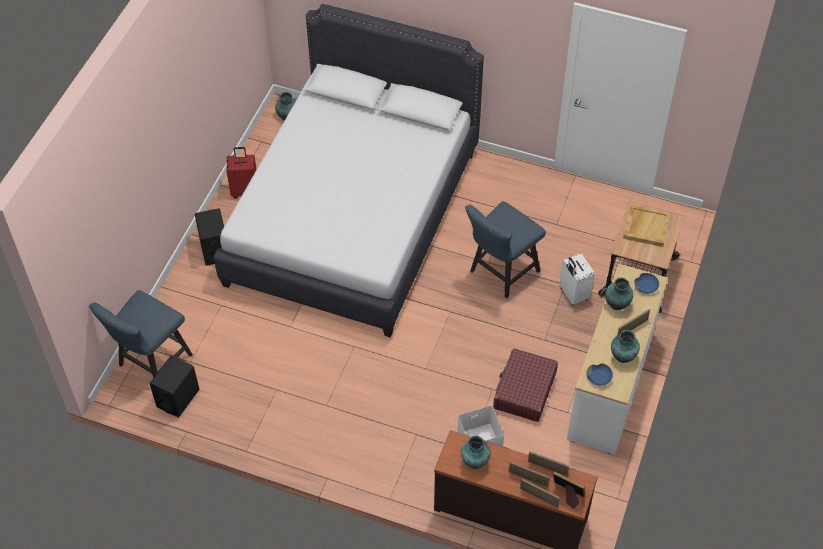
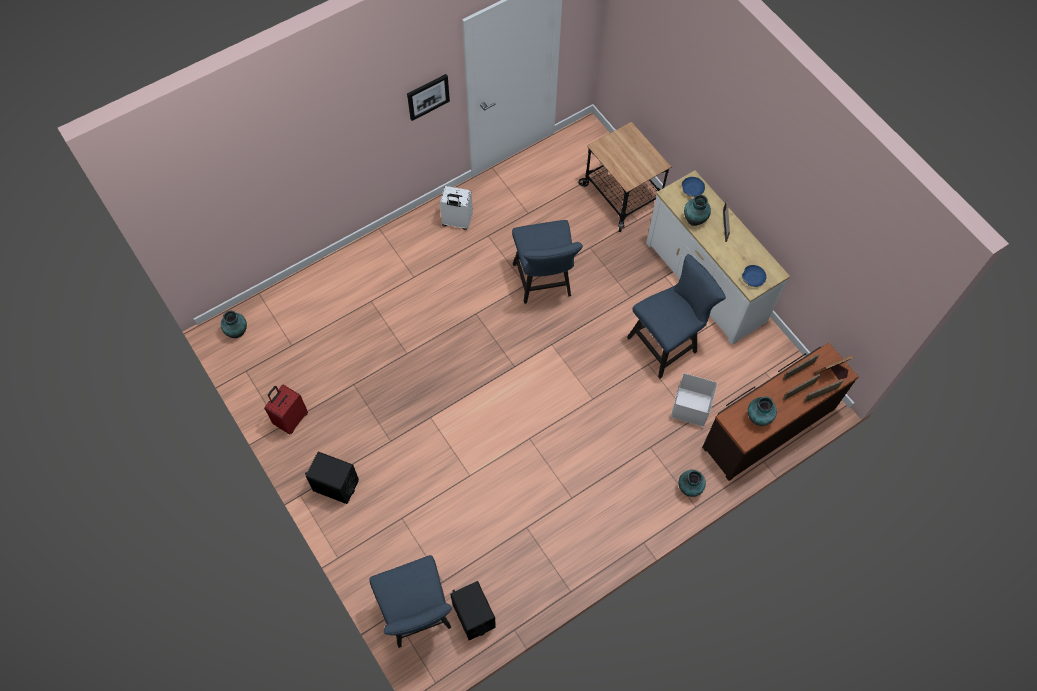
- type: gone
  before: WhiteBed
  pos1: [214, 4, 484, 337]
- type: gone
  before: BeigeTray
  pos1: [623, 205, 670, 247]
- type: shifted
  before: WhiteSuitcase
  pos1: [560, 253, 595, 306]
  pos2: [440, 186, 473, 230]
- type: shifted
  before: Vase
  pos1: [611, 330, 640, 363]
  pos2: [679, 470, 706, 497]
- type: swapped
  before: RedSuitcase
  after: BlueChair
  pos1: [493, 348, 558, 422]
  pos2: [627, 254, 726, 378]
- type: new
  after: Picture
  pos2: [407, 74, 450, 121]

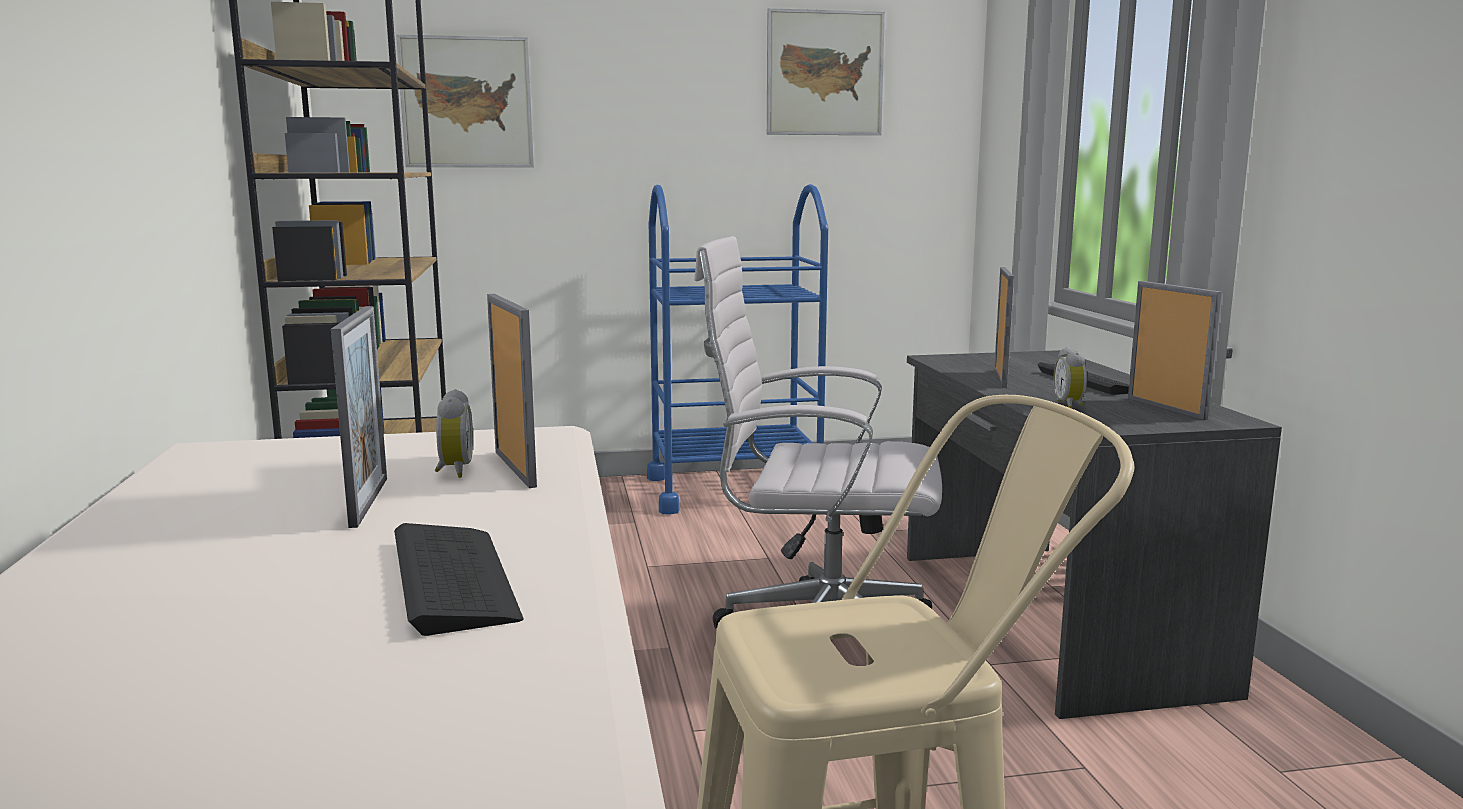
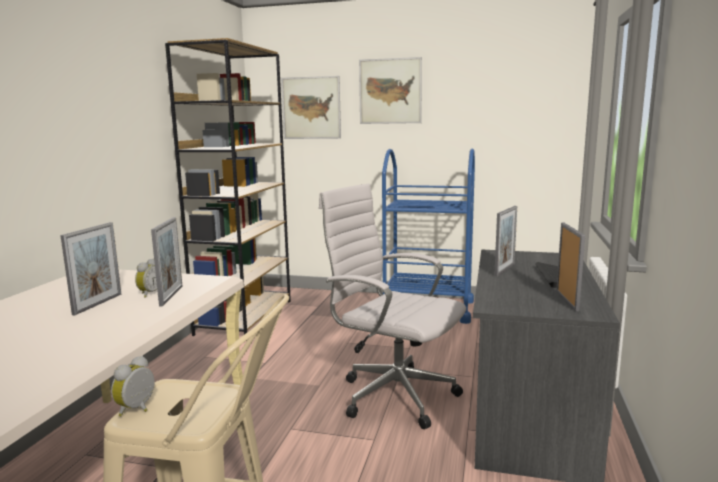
- type: shifted
  before: Picture
  pos1: [767, 8, 885, 135]
  pos2: [359, 57, 422, 124]
- type: shifted
  before: AlarmClock
  pos1: [1053, 347, 1087, 408]
  pos2: [111, 356, 155, 416]
- type: gone
  before: Keyboard
  pos1: [394, 523, 523, 636]

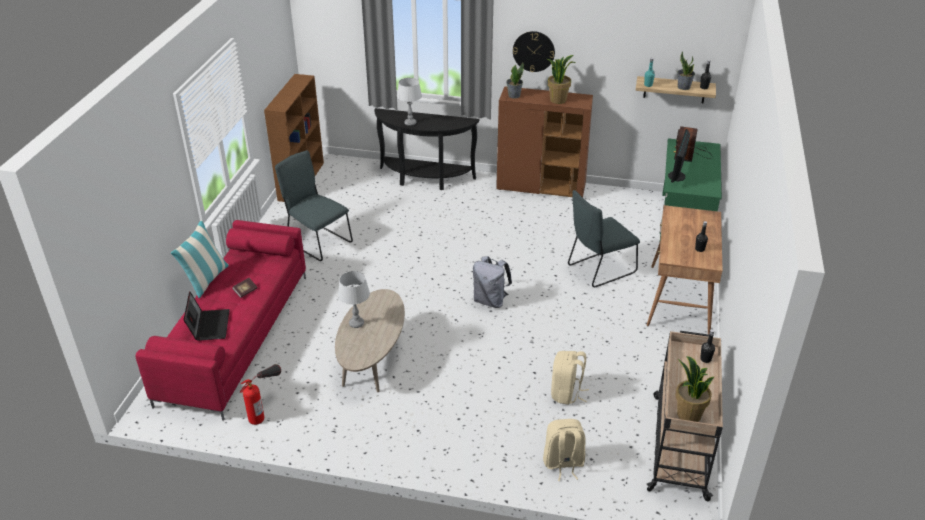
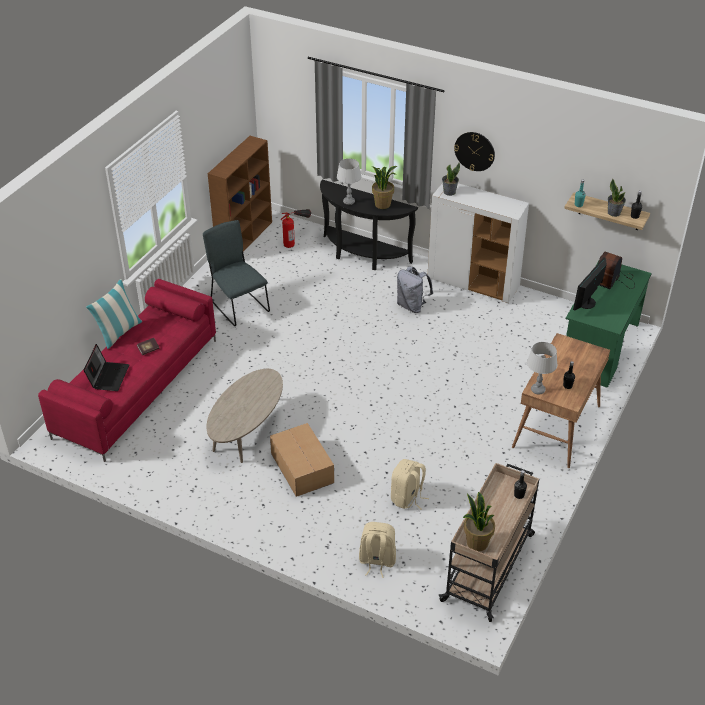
- type: shifted
  before: PottedPlant
  pos1: [547, 55, 575, 104]
  pos2: [372, 166, 397, 209]
- type: repainted
  before: BrownCabinet
  after: WhiteCabinet
  pos1: [496, 86, 593, 197]
  pos2: [428, 183, 529, 303]
- type: gone
  before: GreyChair
  pos1: [568, 190, 640, 287]
- type: shifted
  before: GreyBackpack
  pos1: [473, 256, 512, 308]
  pos2: [397, 267, 433, 313]
- type: shifted
  before: GreyTableLamp
  pos1: [338, 271, 370, 328]
  pos2: [527, 342, 557, 395]
- type: shifted
  before: FireExtinguisher
  pos1: [240, 364, 281, 425]
  pos2: [280, 209, 311, 248]
- type: new
  after: CardboardBox
  pos2: [270, 423, 334, 497]

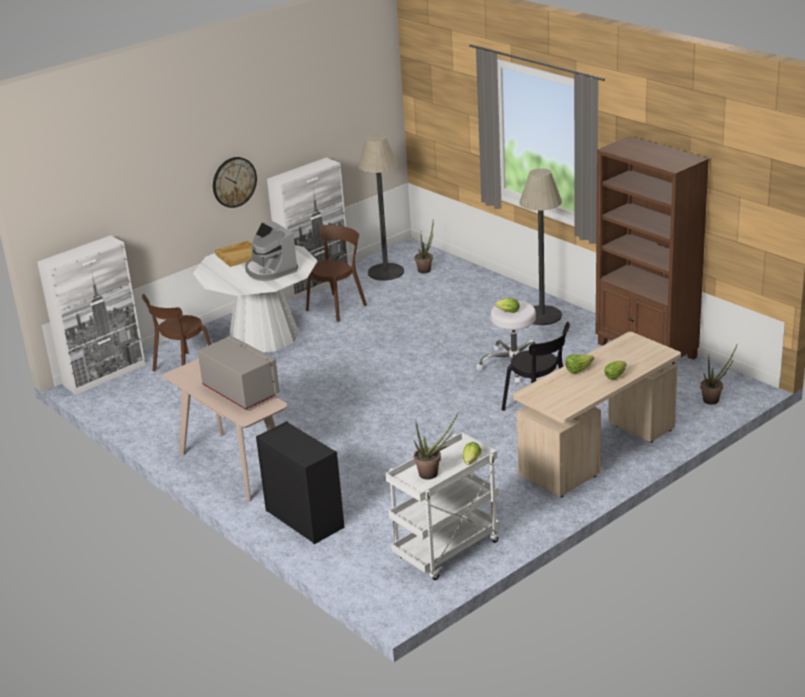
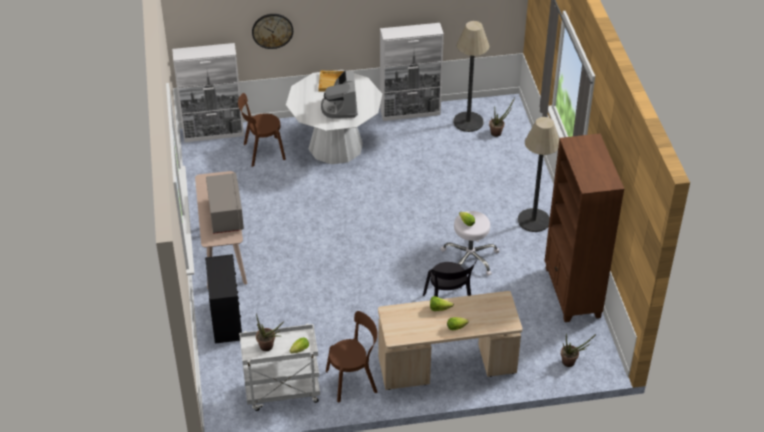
- type: shifted
  before: WallClock
  pos1: [213, 157, 257, 208]
  pos2: [252, 14, 293, 49]
- type: shifted
  before: BrownChair
  pos1: [306, 225, 367, 322]
  pos2: [326, 311, 378, 403]

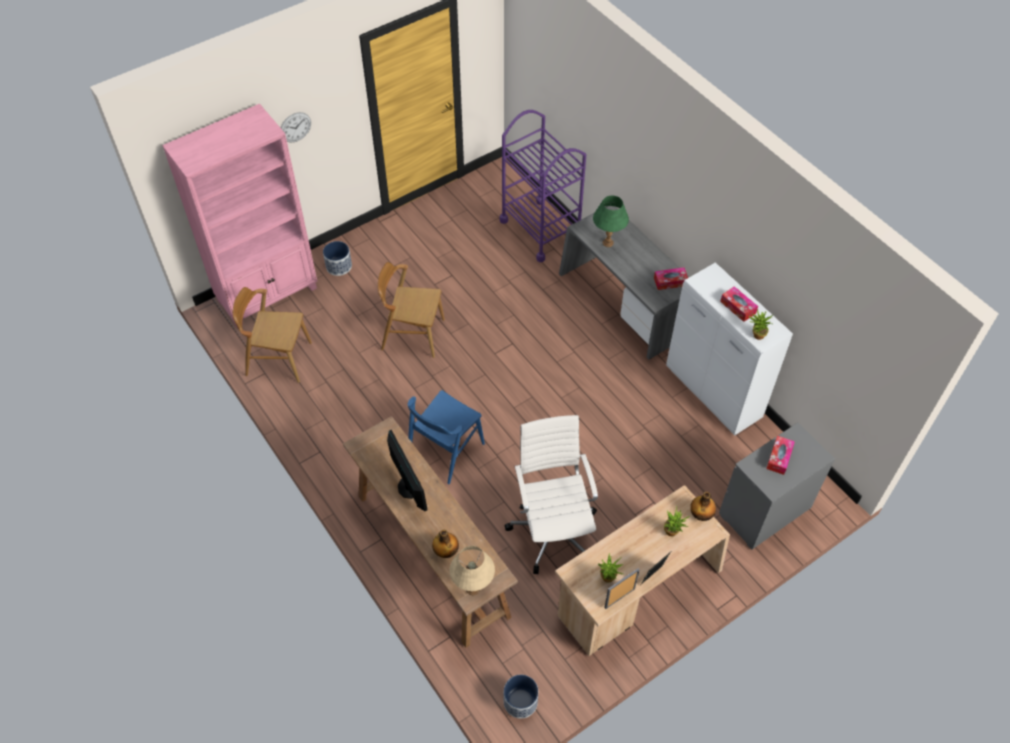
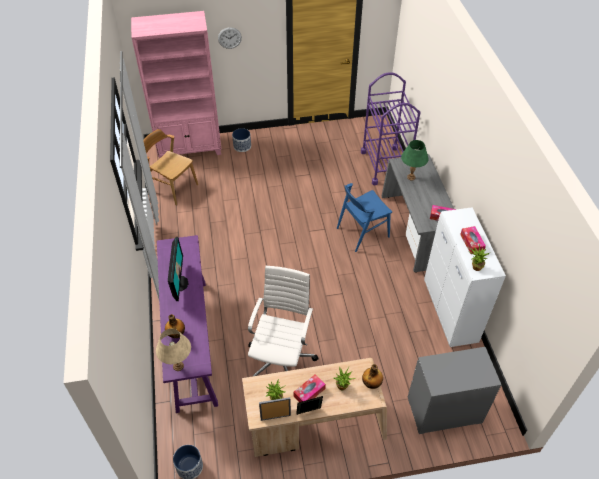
- type: gone
  before: BrownChair
  pos1: [378, 262, 445, 358]
- type: shifted
  before: BlueChair
  pos1: [408, 390, 485, 484]
  pos2: [337, 183, 392, 252]
- type: repainted
  before: BrownConsoleTable
  after: PurpleConsoleTable
  pos1: [343, 416, 518, 648]
  pos2: [157, 235, 218, 413]
- type: shifted
  before: TissueBox
  pos1: [766, 436, 795, 475]
  pos2: [294, 374, 326, 402]

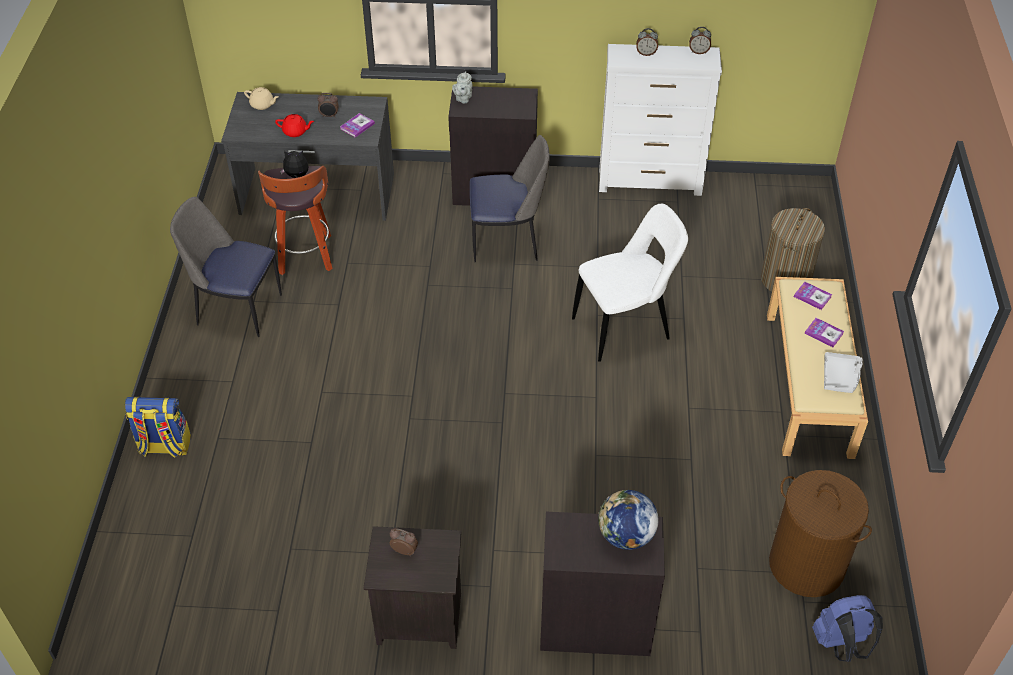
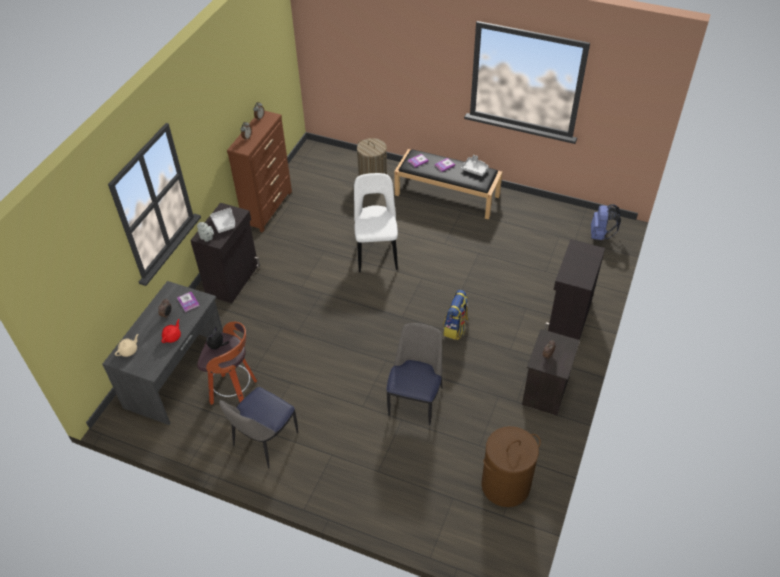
- type: repainted
  before: WhiteDresser
  after: BrownDresser
  pos1: [599, 44, 722, 196]
  pos2: [227, 111, 292, 233]
- type: shifted
  before: Chair
  pos1: [470, 135, 550, 262]
  pos2: [386, 323, 442, 426]
- type: repainted
  before: BeigeBench
  after: BlackBench
  pos1: [767, 277, 868, 459]
  pos2: [394, 149, 502, 220]
- type: shifted
  before: Backpack
  pos1: [125, 396, 191, 458]
  pos2: [443, 290, 469, 340]
- type: shifted
  before: BrownLaundryBasket
  pos1: [769, 470, 872, 597]
  pos2: [481, 426, 541, 507]
- type: gone
  before: Globe
  pos1: [598, 490, 659, 550]
- type: new
  after: GreyTray
  pos2: [210, 208, 235, 233]

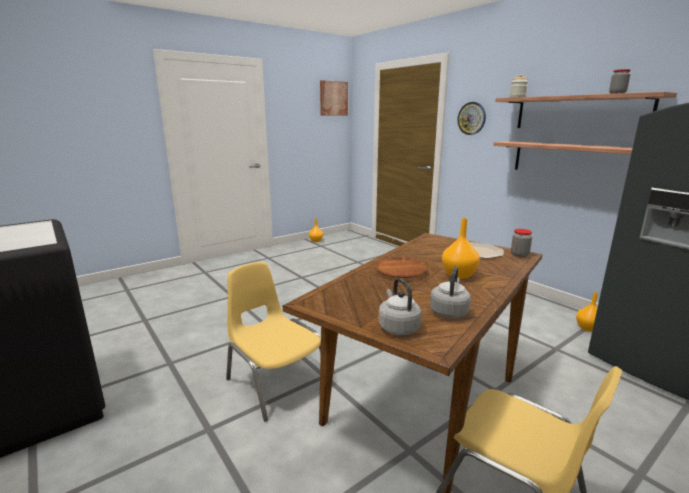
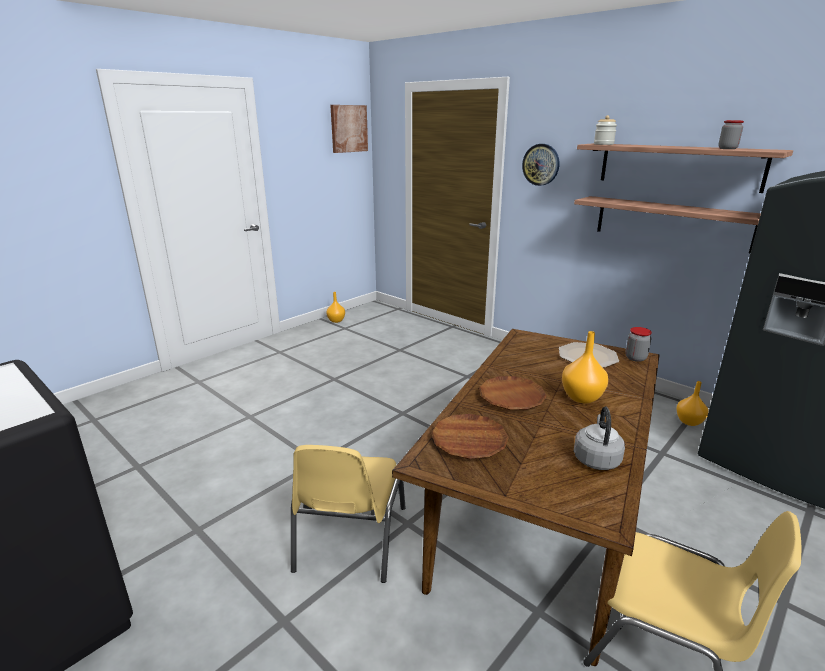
- type: rotated
  before: YellowChair
  pos1: [226, 262, 321, 421]
  pos2: [291, 445, 406, 583]
  turn: -120
- type: gone
  before: GreyKettle
  pos1: [378, 278, 422, 335]
- type: new
  after: BrownPlate
  pos2: [431, 414, 509, 459]

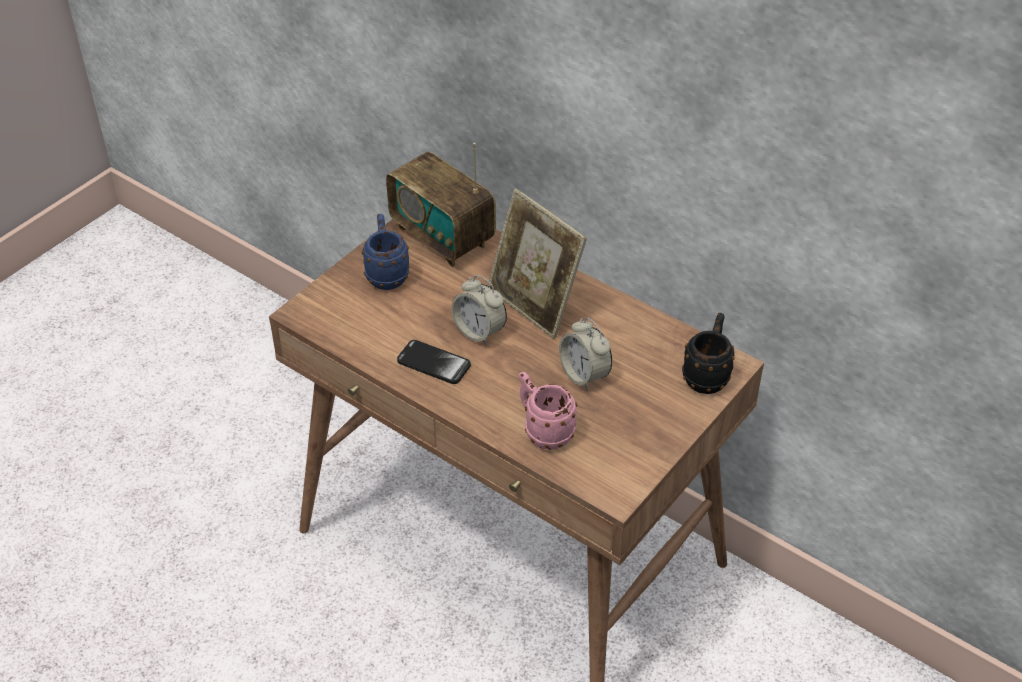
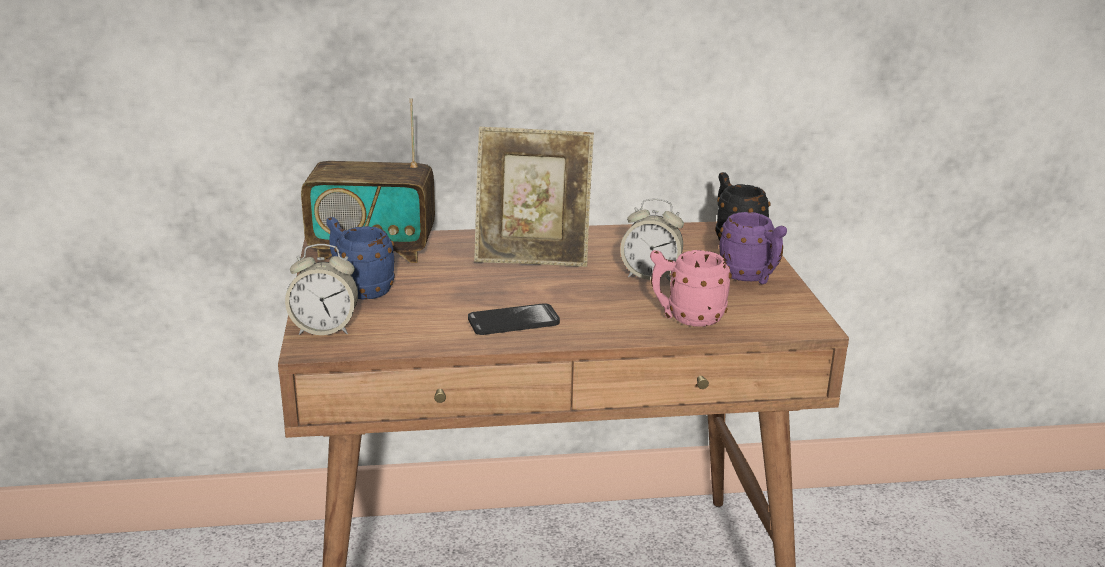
- type: shifted
  before: AlarmClock
  pos1: [451, 275, 507, 345]
  pos2: [285, 244, 358, 335]
- type: new
  after: PurpleMug
  pos2: [719, 212, 787, 284]

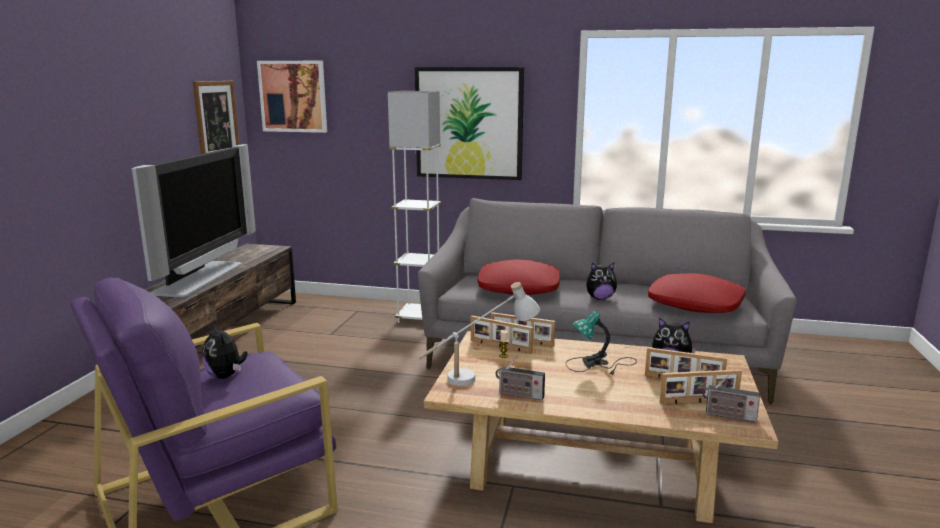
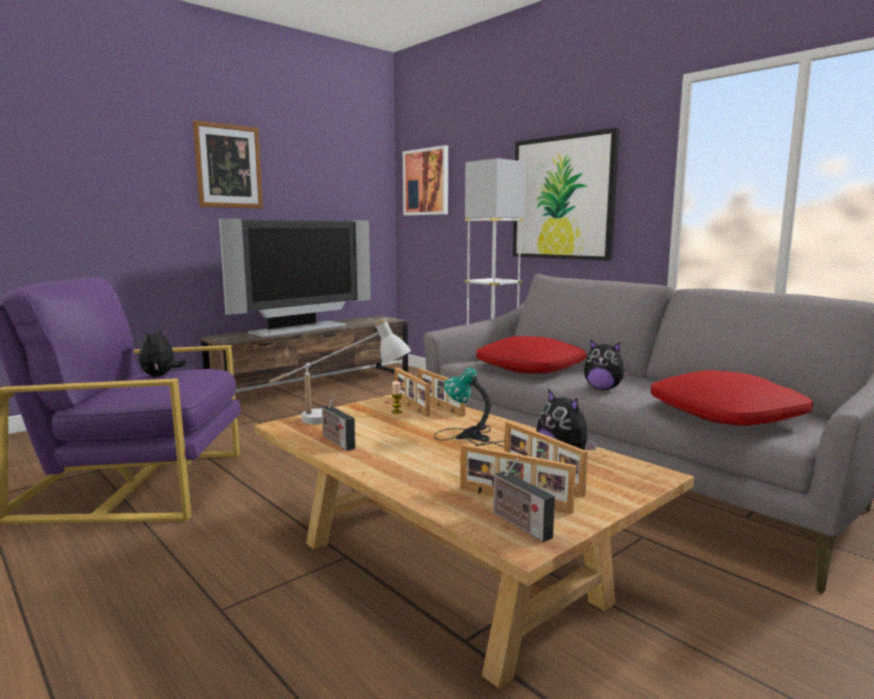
- type: shifted
  before: Picture
  pos1: [193, 81, 240, 154]
  pos2: [193, 120, 263, 208]

